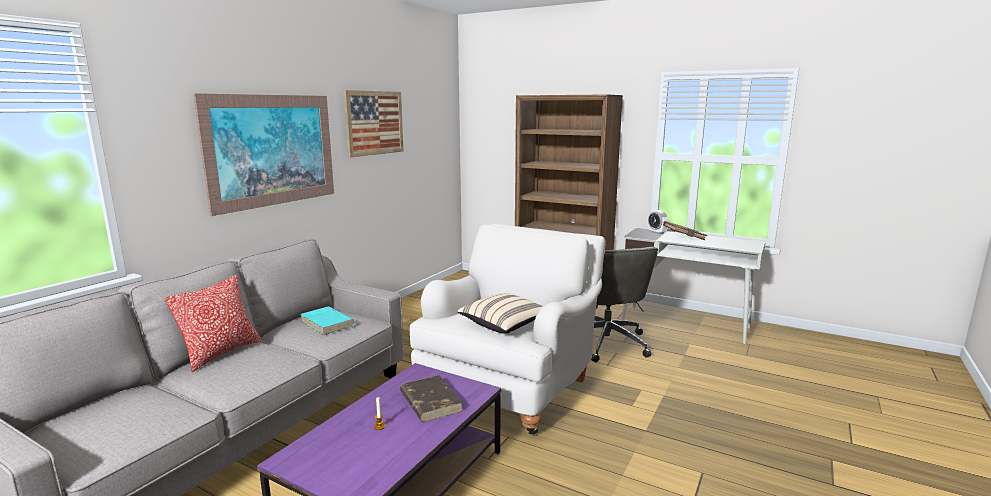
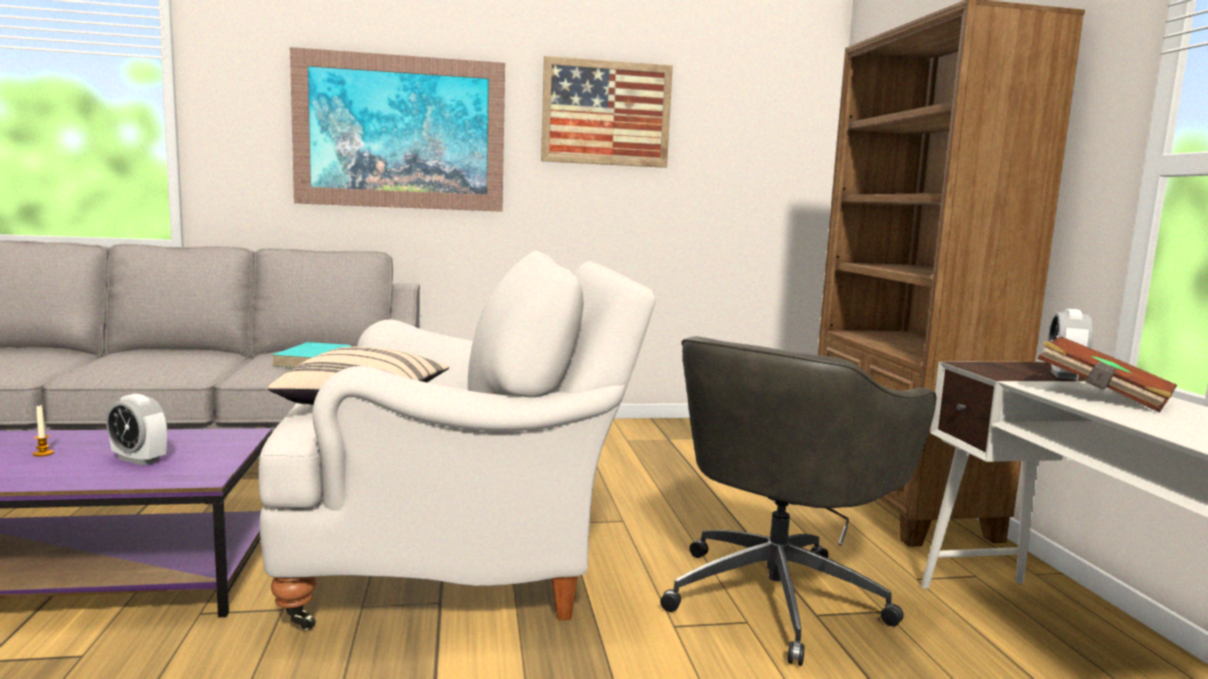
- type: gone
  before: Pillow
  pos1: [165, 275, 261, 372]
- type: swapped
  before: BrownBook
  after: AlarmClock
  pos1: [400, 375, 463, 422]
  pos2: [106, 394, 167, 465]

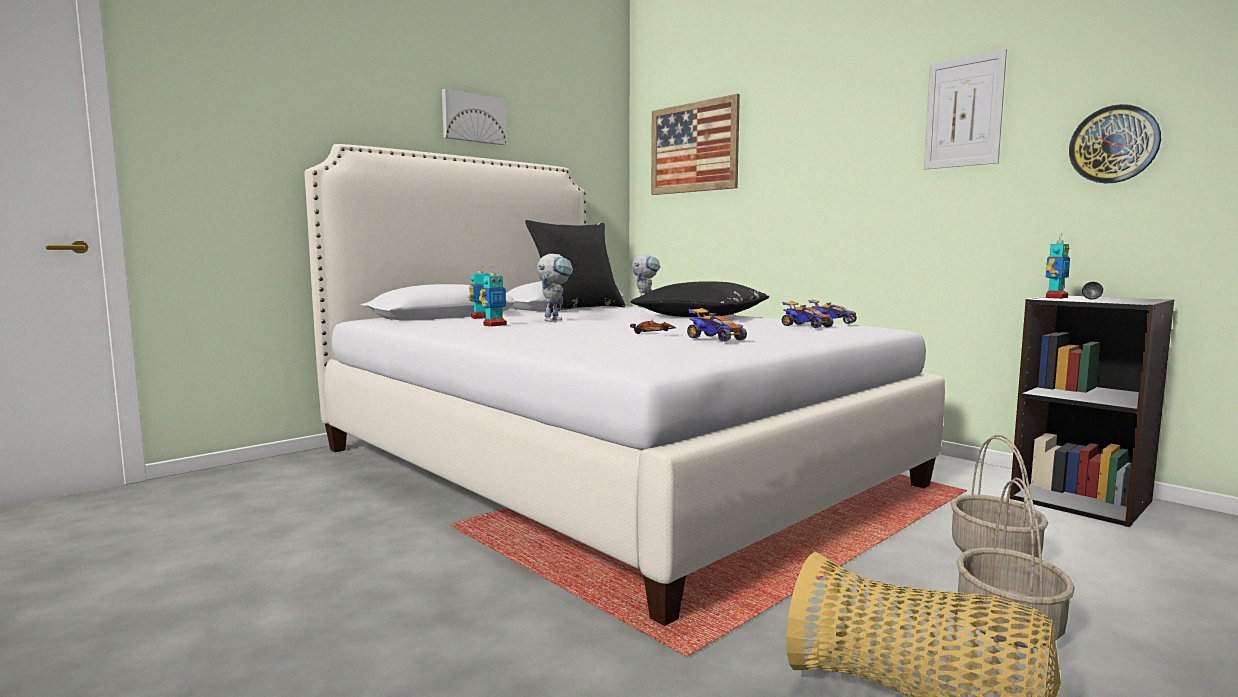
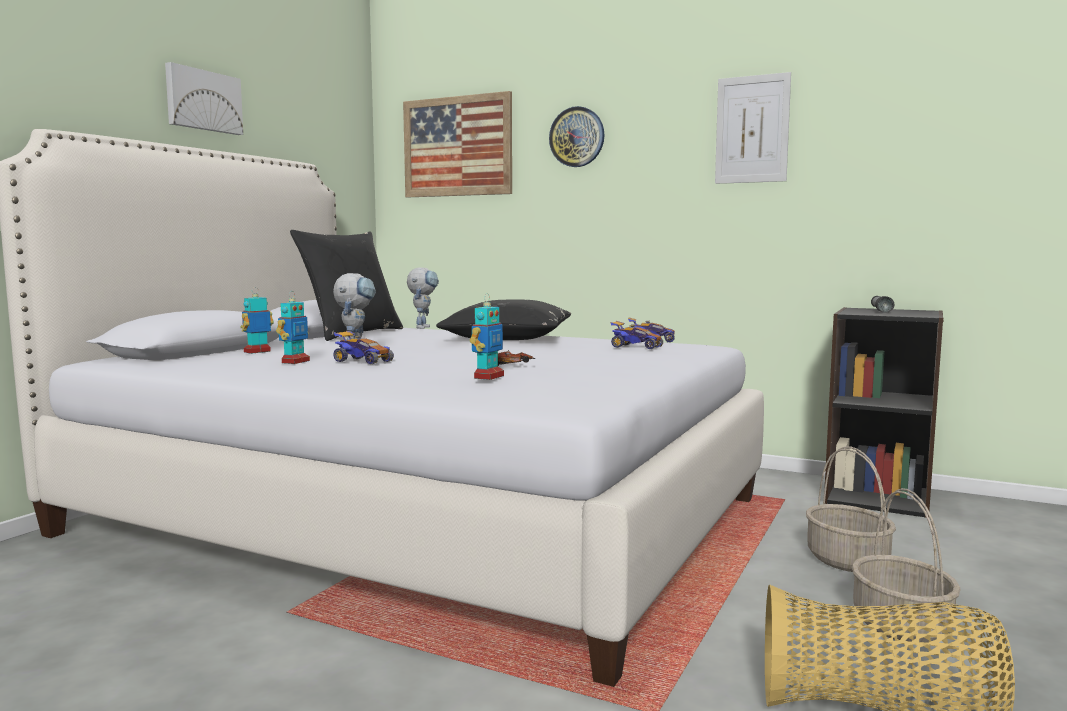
- type: shifted
  before: WallClock
  pos1: [1069, 104, 1161, 184]
  pos2: [549, 106, 605, 167]
- type: shifted
  before: ToyRobot
  pos1: [1046, 233, 1070, 299]
  pos2: [470, 293, 504, 380]
- type: shifted
  before: ToyCar
  pos1: [687, 308, 747, 342]
  pos2: [333, 331, 394, 364]

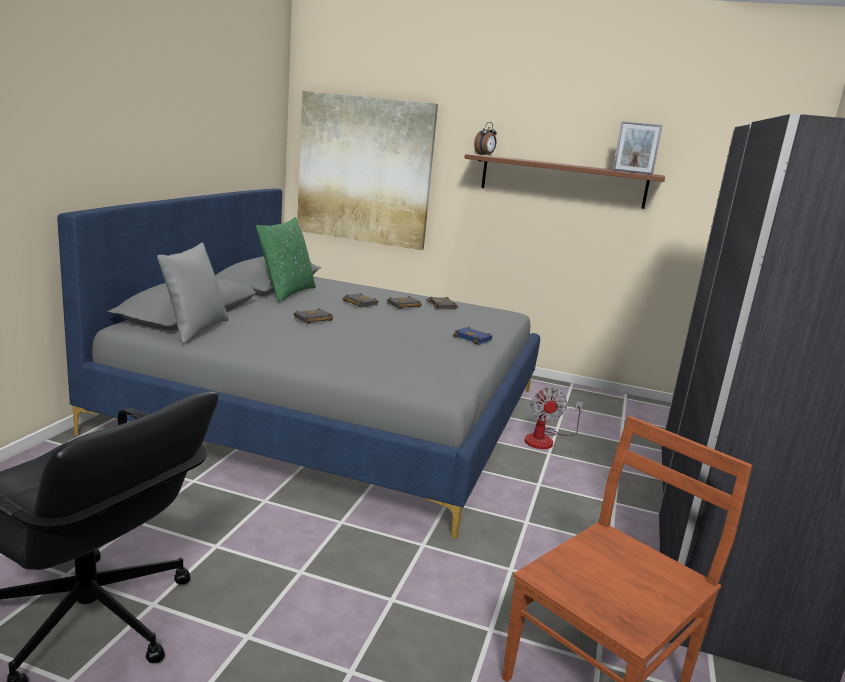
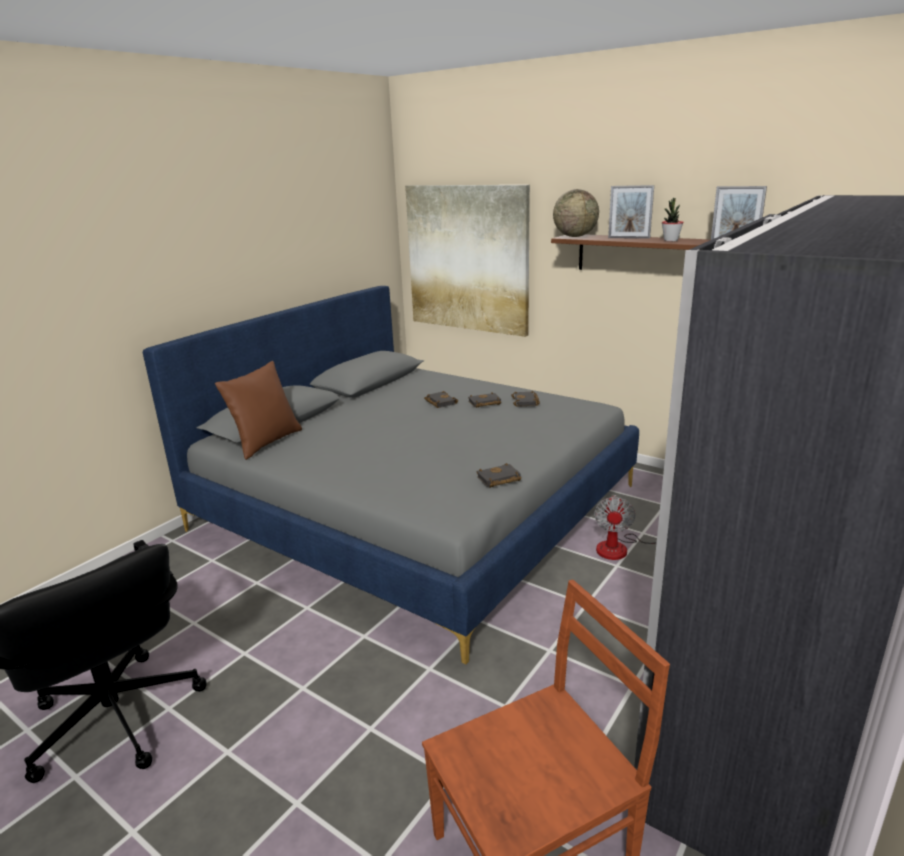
- type: swapped
  before: AlarmClock
  after: Globe
  pos1: [474, 122, 497, 156]
  pos2: [553, 189, 599, 237]
- type: gone
  before: GreenPillow
  pos1: [256, 217, 316, 302]
- type: repainted
  before: GreyPillow
  after: BrownPillow
  pos1: [157, 243, 229, 344]
  pos2: [215, 361, 302, 460]
- type: shifted
  before: BlackBook
  pos1: [294, 308, 333, 324]
  pos2: [477, 463, 521, 488]
- type: gone
  before: BlueBook
  pos1: [453, 327, 493, 345]
- type: new
  after: PictureFrame
  pos2: [608, 185, 654, 239]
- type: new
  after: PottedPlant
  pos2: [662, 197, 684, 241]

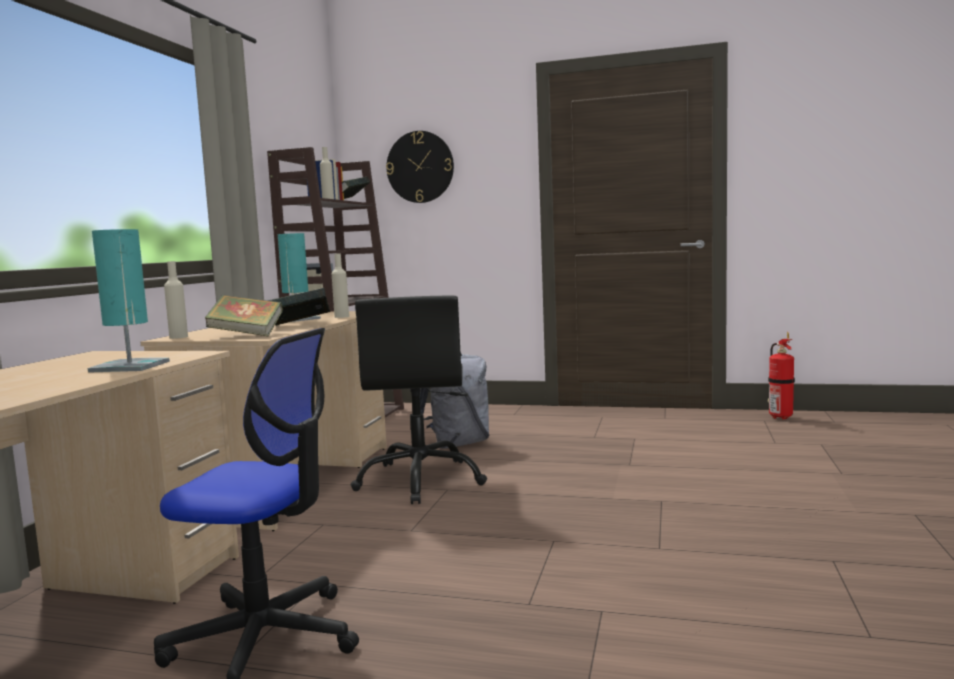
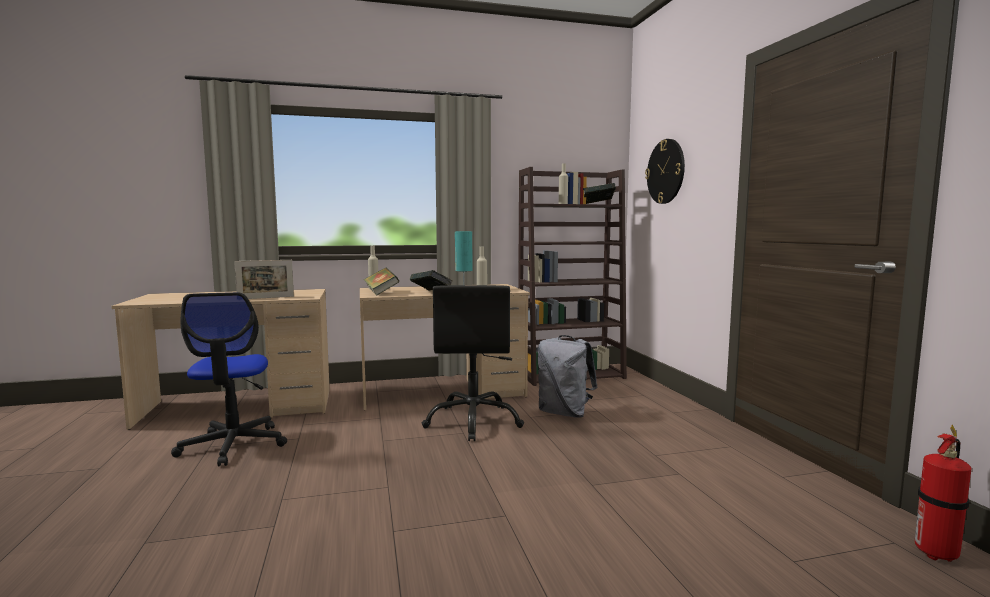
- type: swapped
  before: TurquoiseTableLamp
  after: PictureFrame
  pos1: [88, 229, 170, 373]
  pos2: [234, 260, 294, 299]
- type: rotated
  before: BlackOfficeChair
  pos1: [351, 296, 487, 504]
  pos2: [422, 285, 524, 441]
  turn: -60

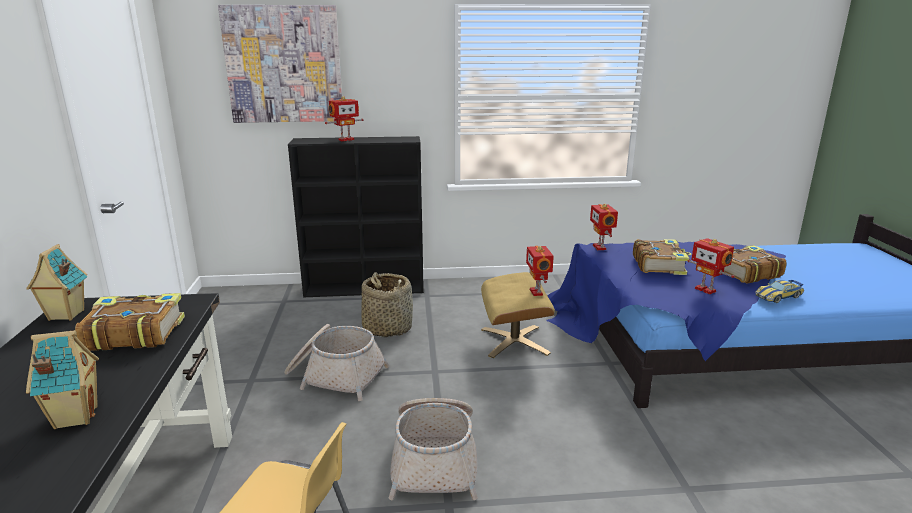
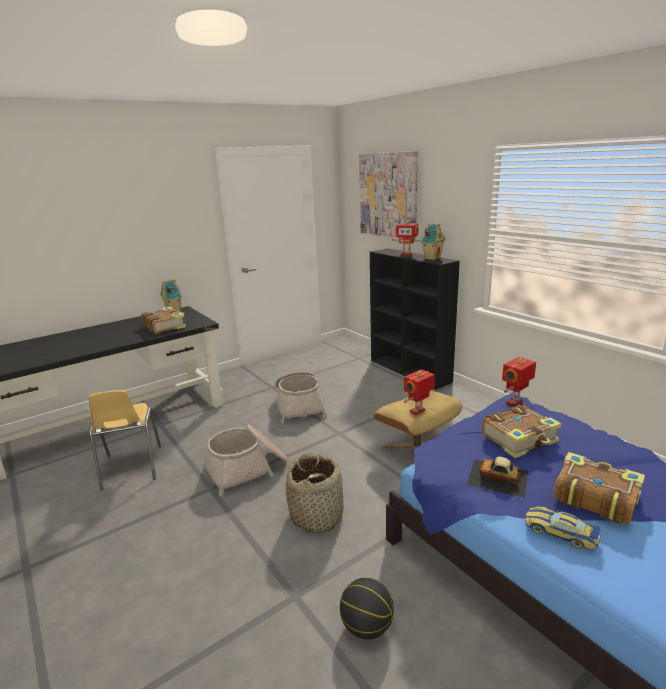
- type: swapped
  before: ToyRobot
  after: ToyCar
  pos1: [688, 238, 735, 294]
  pos2: [467, 456, 528, 498]
- type: shifted
  before: Basket
  pos1: [361, 272, 413, 338]
  pos2: [286, 452, 343, 533]
- type: shifted
  before: ToyHouse
  pos1: [26, 330, 99, 429]
  pos2: [421, 223, 446, 260]
- type: new
  after: Basketball
  pos2: [340, 578, 394, 640]

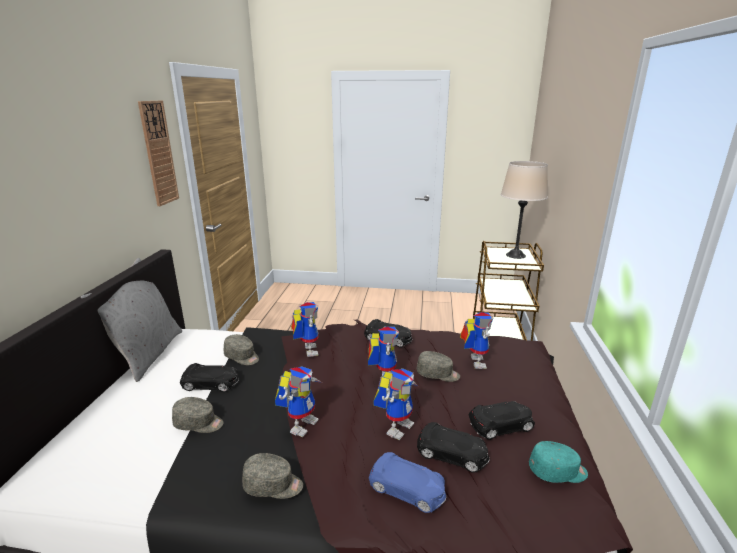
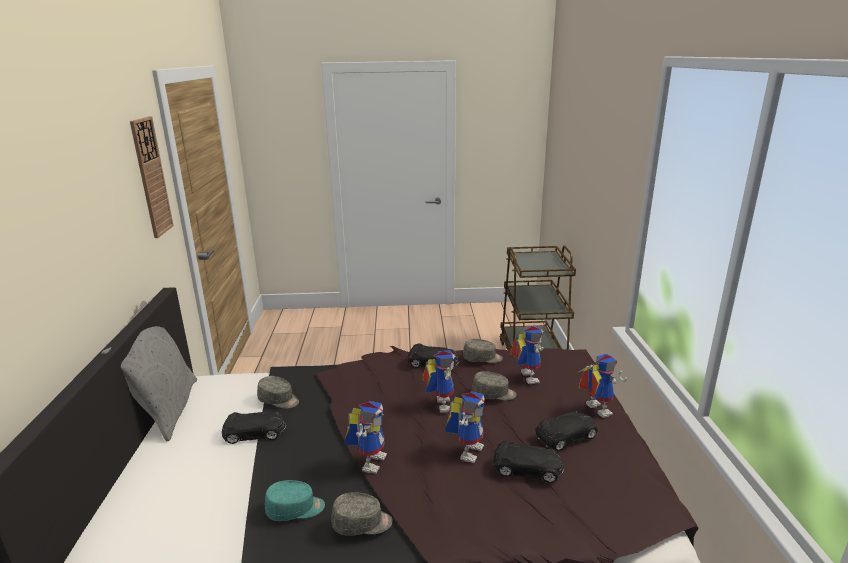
- type: gone
  before: BeigeTableLamp
  pos1: [501, 161, 548, 259]
- type: shifted
  before: ToyRobot
  pos1: [291, 302, 319, 357]
  pos2: [578, 353, 627, 418]
- type: shifted
  before: GreyCap
  pos1: [172, 397, 224, 433]
  pos2: [463, 339, 503, 363]
- type: shifted
  before: TurquoiseCap
  pos1: [529, 441, 588, 483]
  pos2: [265, 480, 325, 521]
- type: gone
  before: BlueToyCar
  pos1: [369, 452, 446, 513]

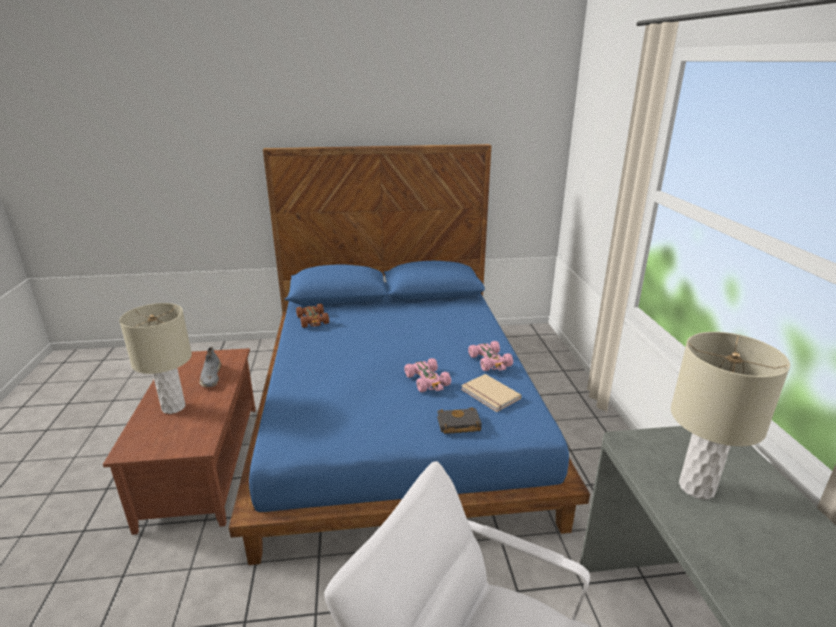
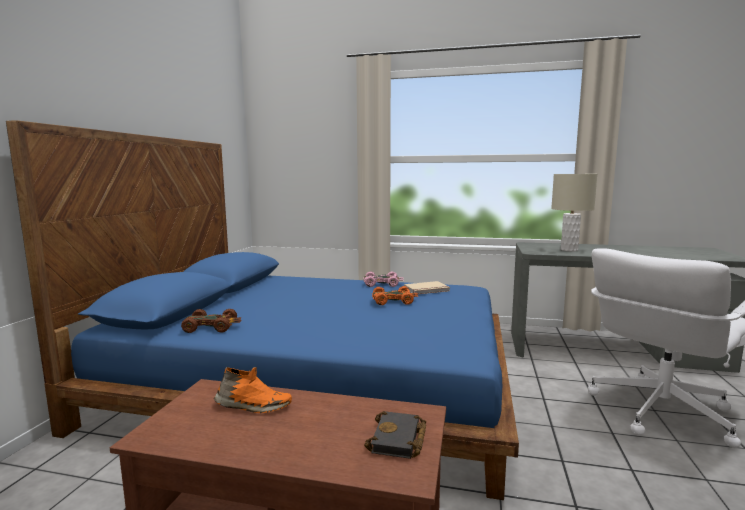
- type: gone
  before: BeigeTableLamp
  pos1: [119, 303, 192, 414]
- type: repainted
  before: GreyShoe
  after: OrangeShoe
  pos1: [199, 347, 221, 387]
  pos2: [214, 367, 292, 413]
- type: repainted
  before: PinkToyCar
  after: OrangeToyCar
  pos1: [404, 358, 451, 392]
  pos2: [372, 286, 418, 305]
- type: shifted
  before: BlackBook
  pos1: [437, 407, 482, 434]
  pos2: [364, 411, 426, 459]

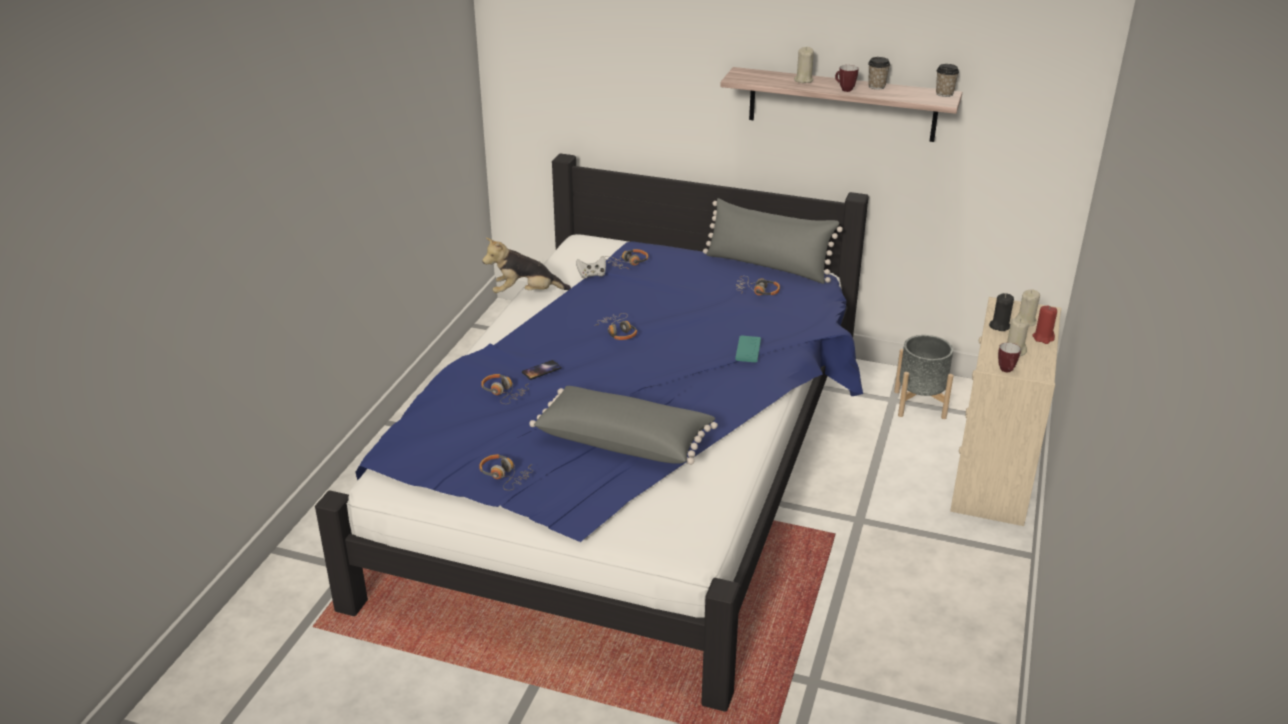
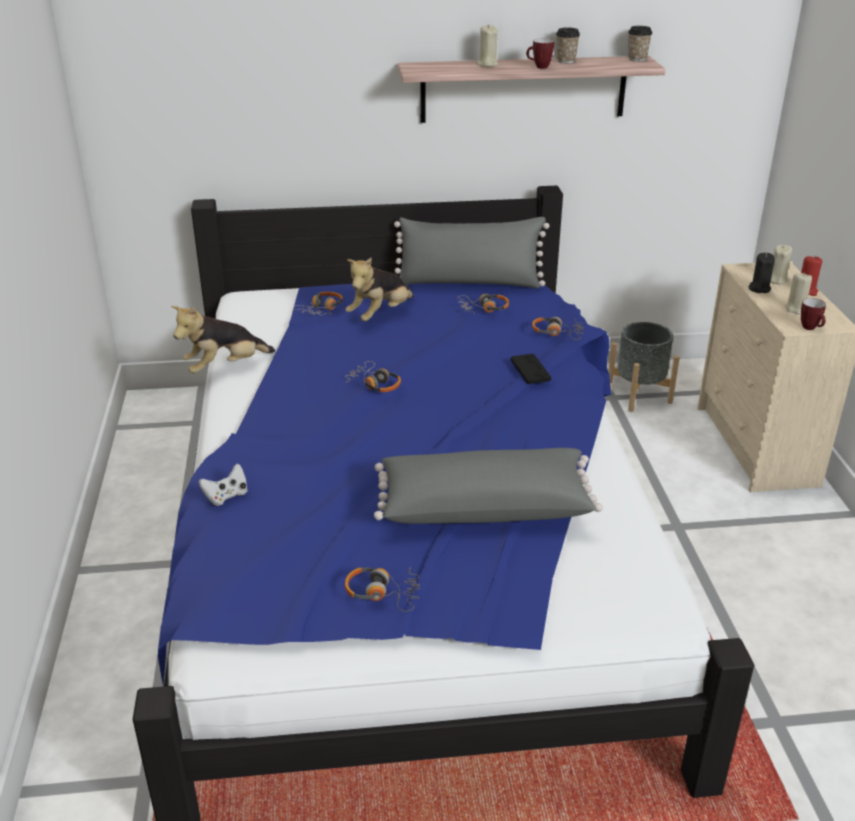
- type: shifted
  before: WhiteGameController
  pos1: [576, 256, 606, 278]
  pos2: [199, 464, 247, 506]
- type: repainted
  before: TurquoiseGameController
  after: BlackGameController
  pos1: [735, 335, 761, 362]
  pos2: [511, 354, 551, 384]
- type: gone
  before: Phone
  pos1: [522, 360, 561, 380]
- type: shifted
  before: Headphones
  pos1: [481, 374, 529, 404]
  pos2: [532, 317, 584, 340]
- type: new
  after: PlushToy
  pos2: [346, 258, 414, 321]

